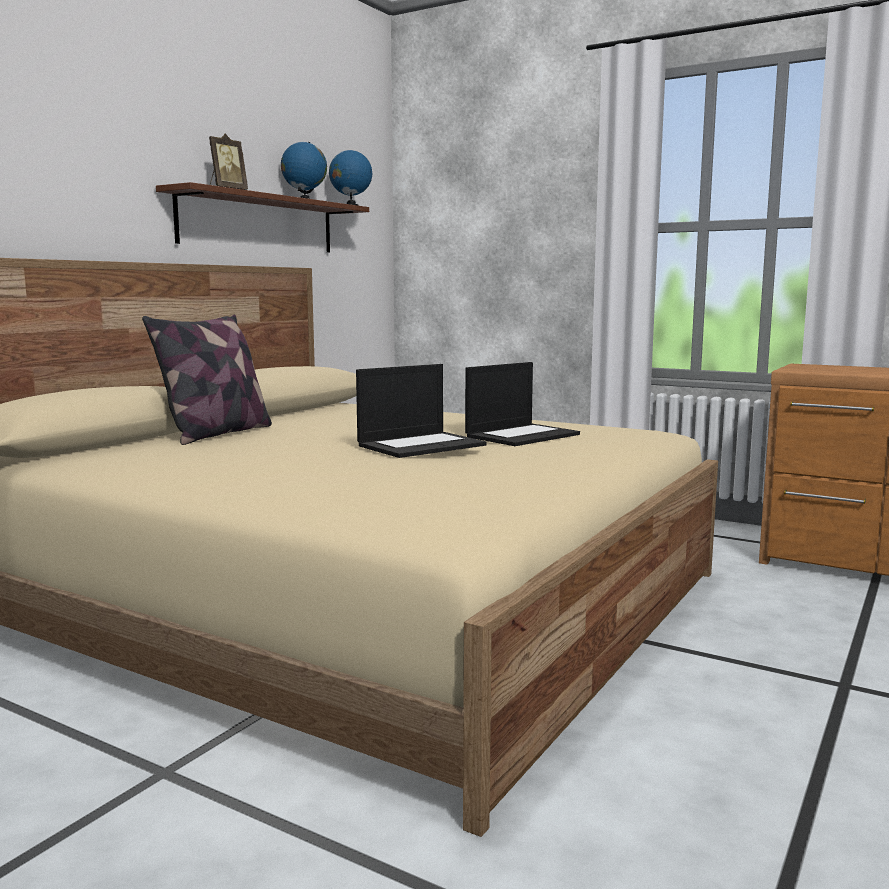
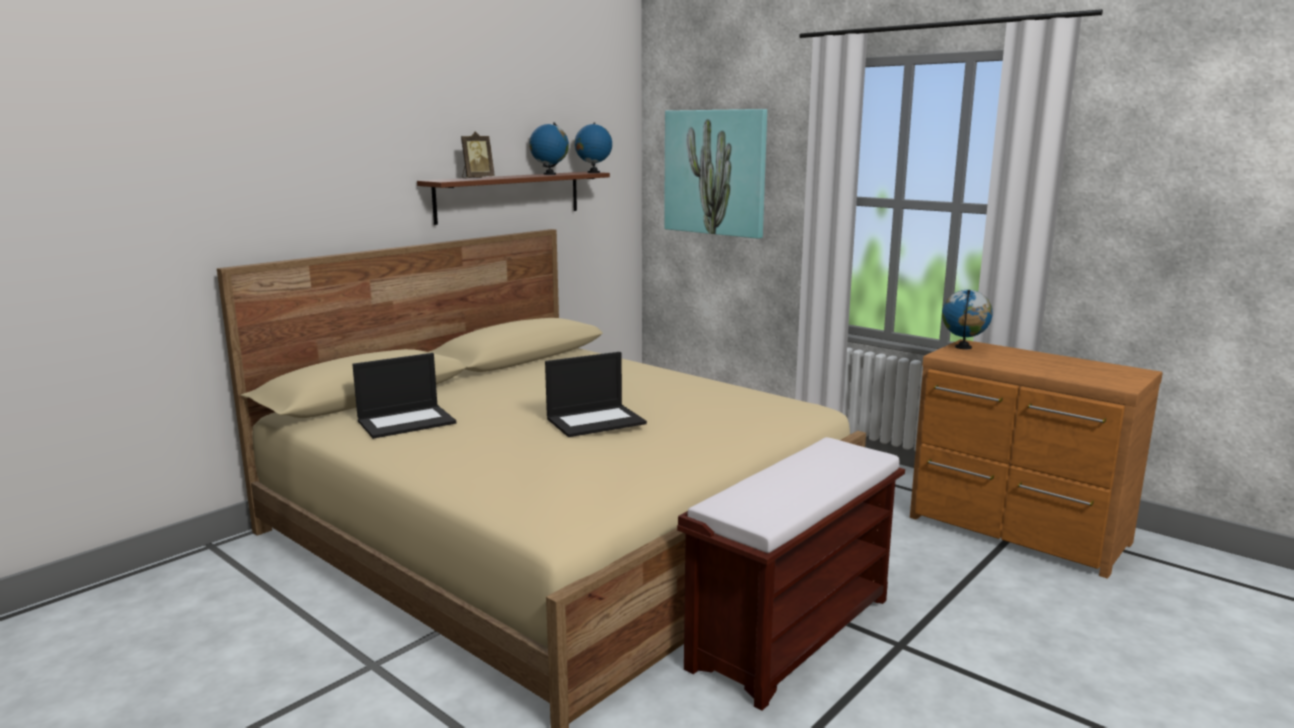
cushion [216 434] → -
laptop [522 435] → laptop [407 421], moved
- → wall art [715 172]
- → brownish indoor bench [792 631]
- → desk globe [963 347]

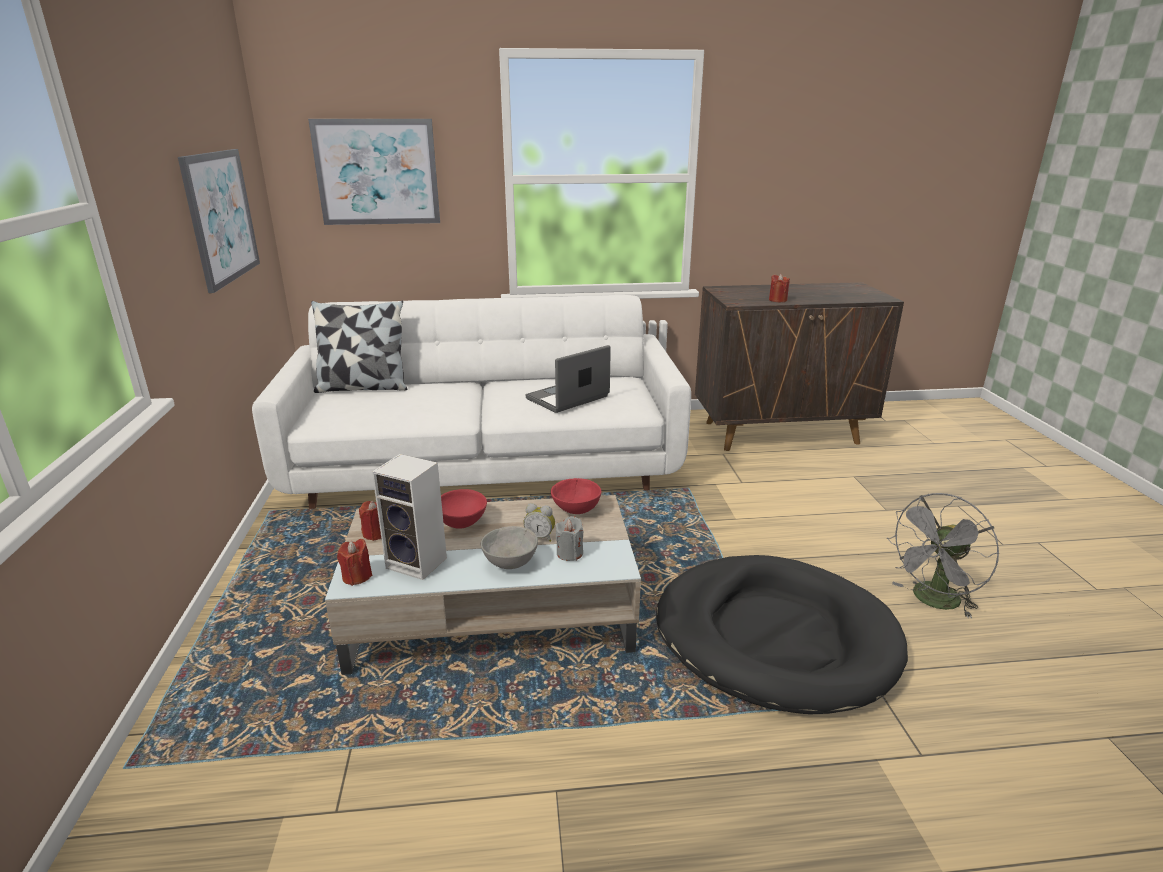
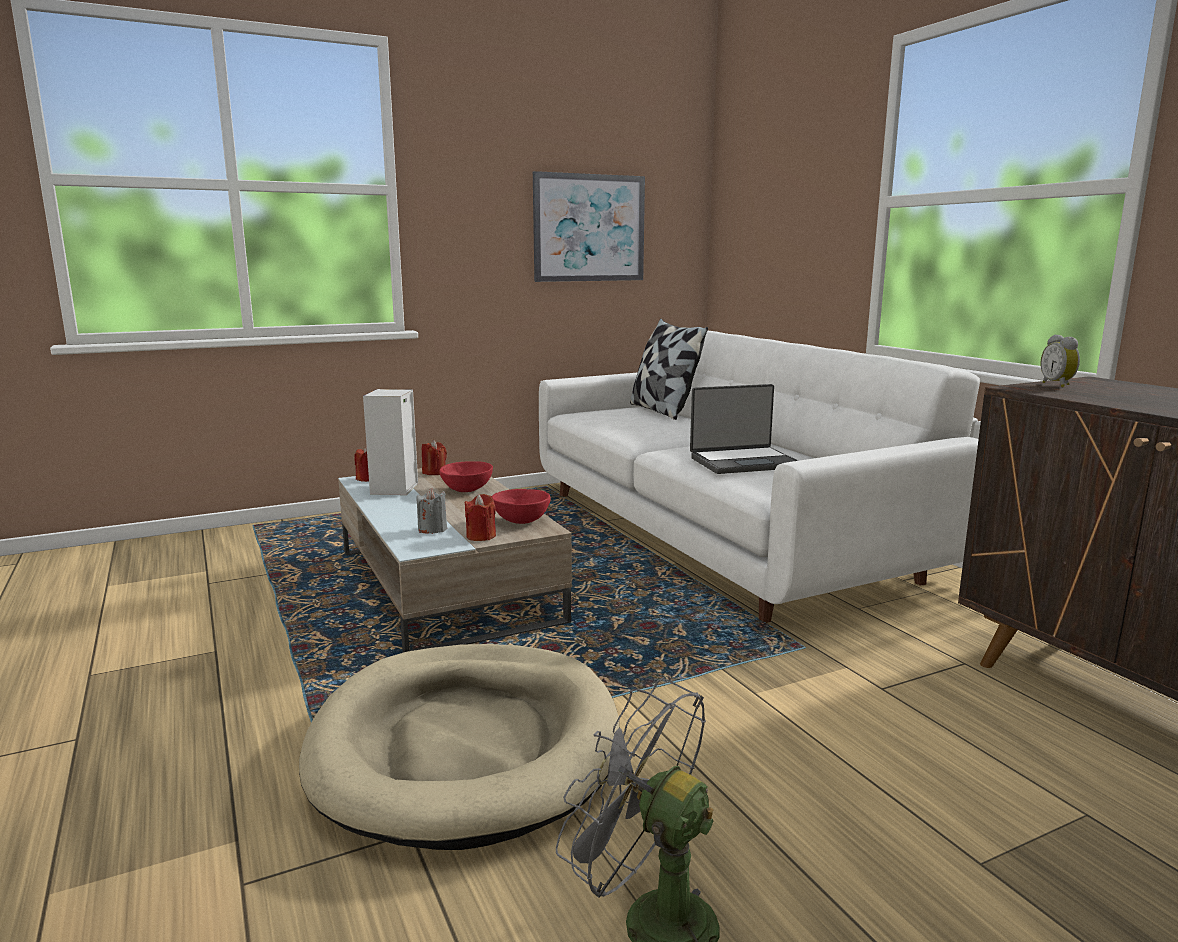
wall art [377 172] → -
greyish serving bowl [509 563] → -
bedside clock [540 537] → bedside clock [1058 385], moved
laptop [568 398] → laptop [743 462], 135 degrees clockwise
black pet bed [774 637] → beige pet bed [467 746]
red-coloured wax candle [777 300] → red-coloured wax candle [481 536], moved

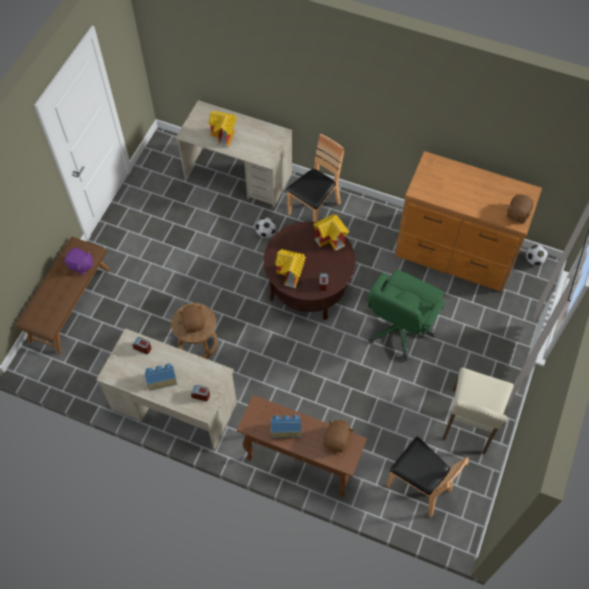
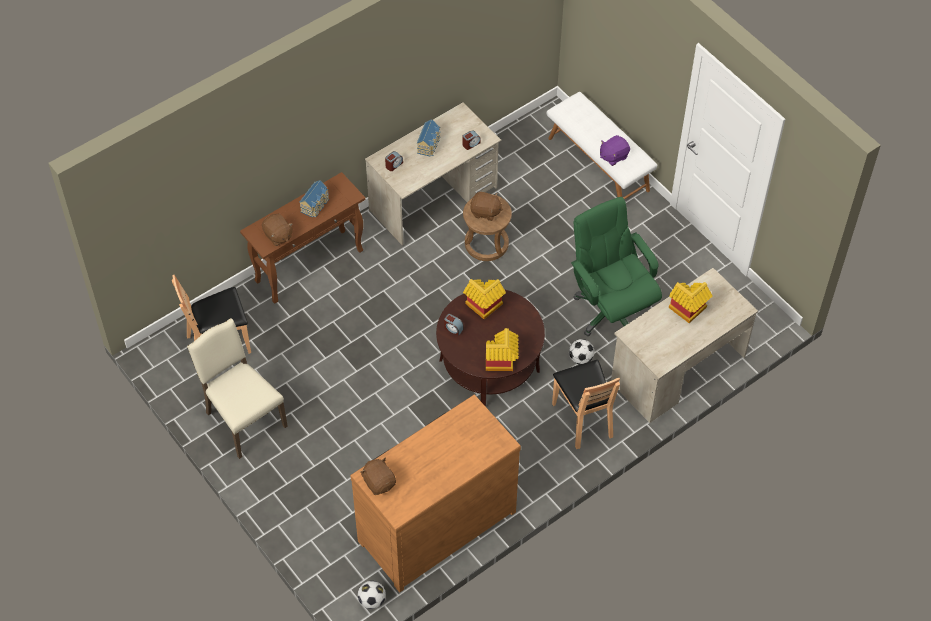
brownish indoor bench [69 304] → whitish indoor bench [599 164]
green-coloured computer chair [399 330] → green-coloured computer chair [610 310], moved

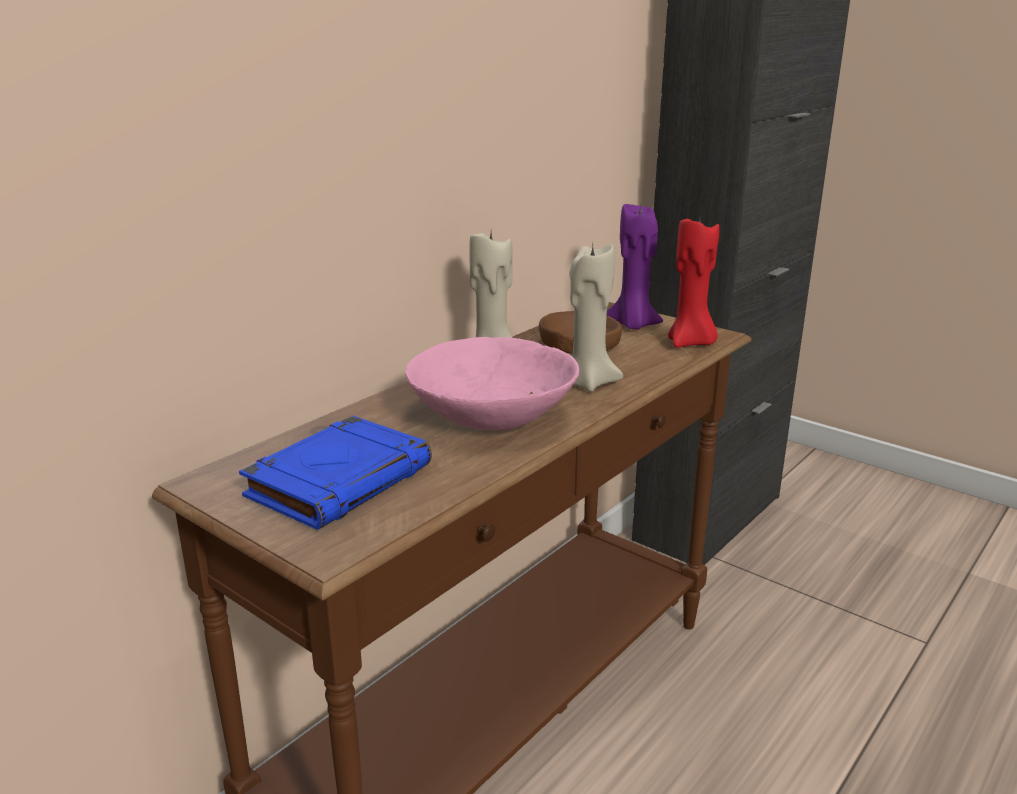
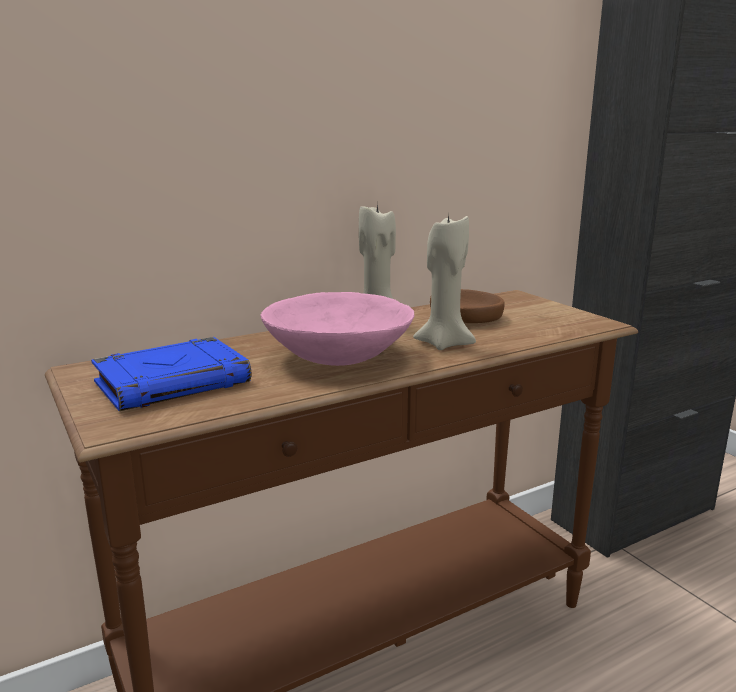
purplish wax candle [633 325] → -
red-coloured wax candle [690 343] → -

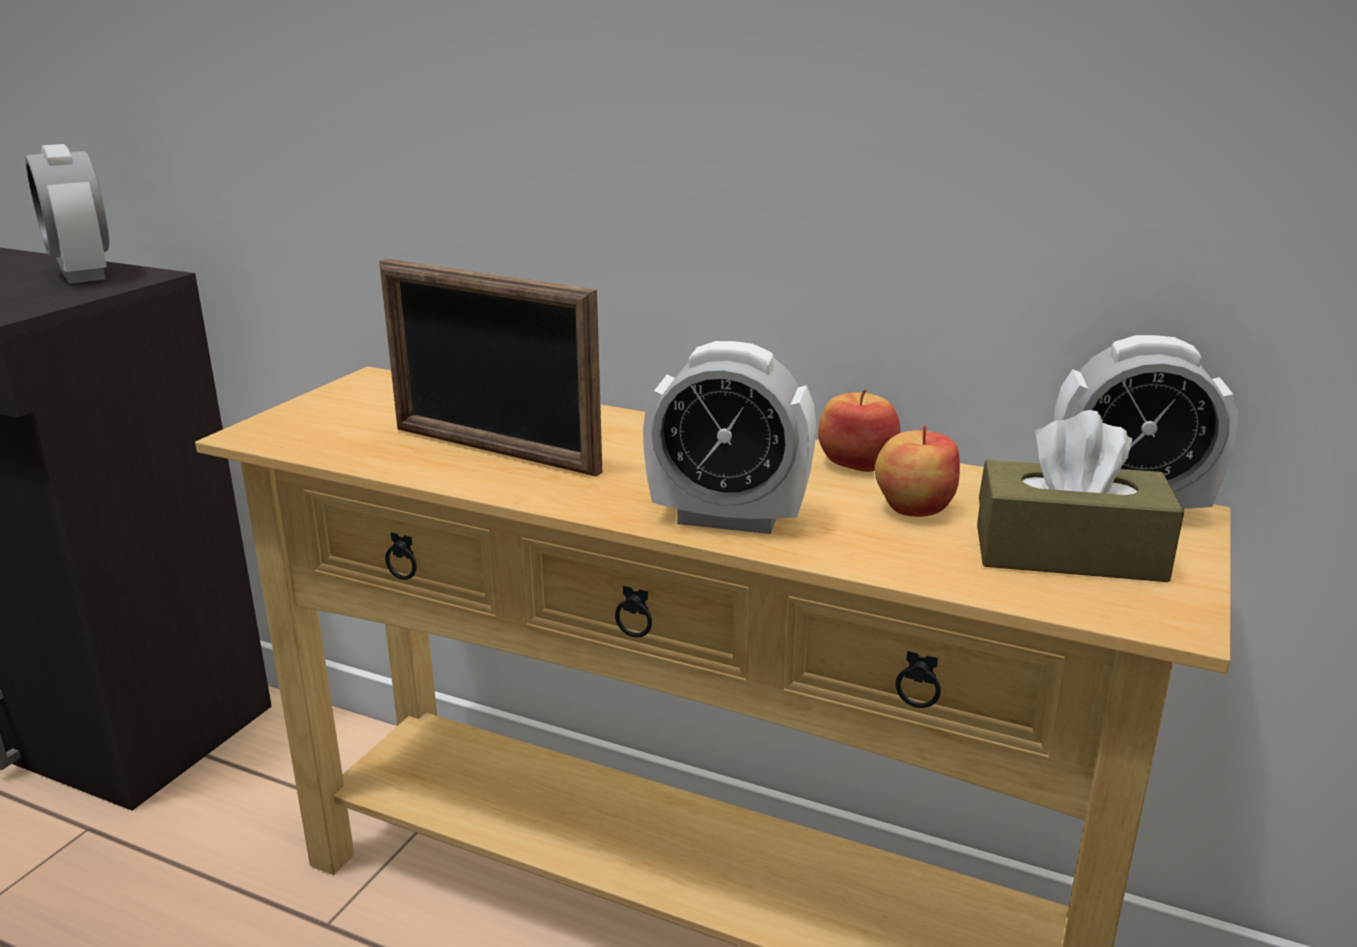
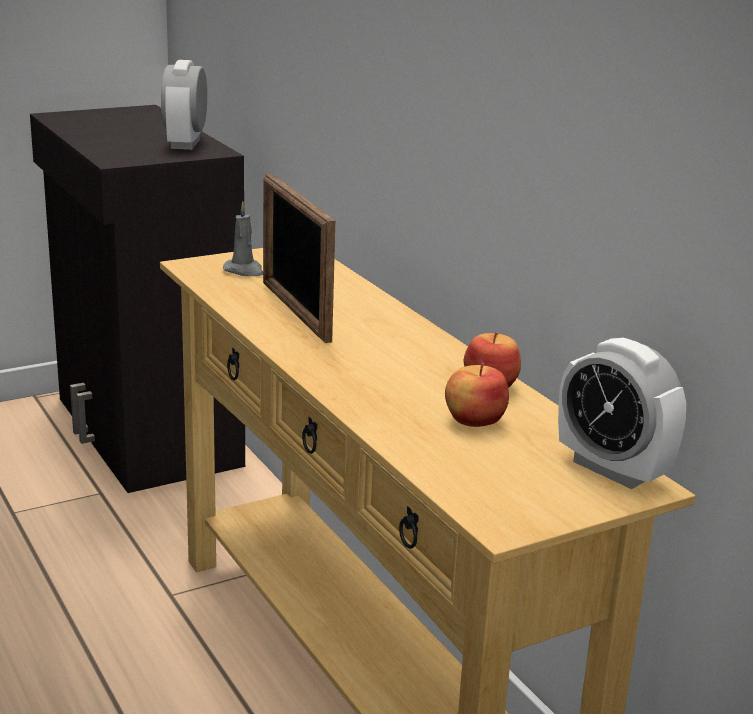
bedside clock [728 518] → -
brownish tissue box [1068 553] → -
- → greyish wax candle [244 271]

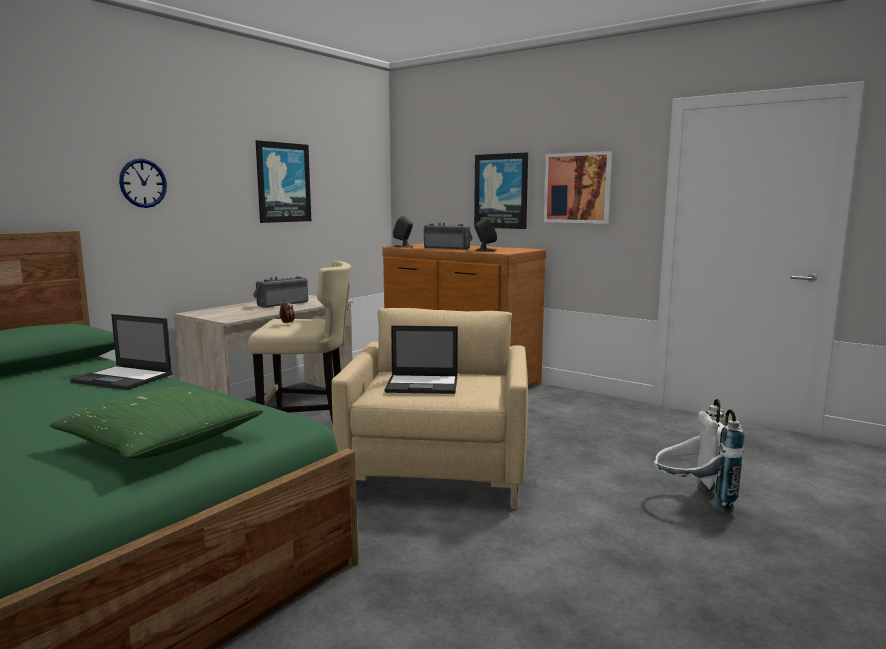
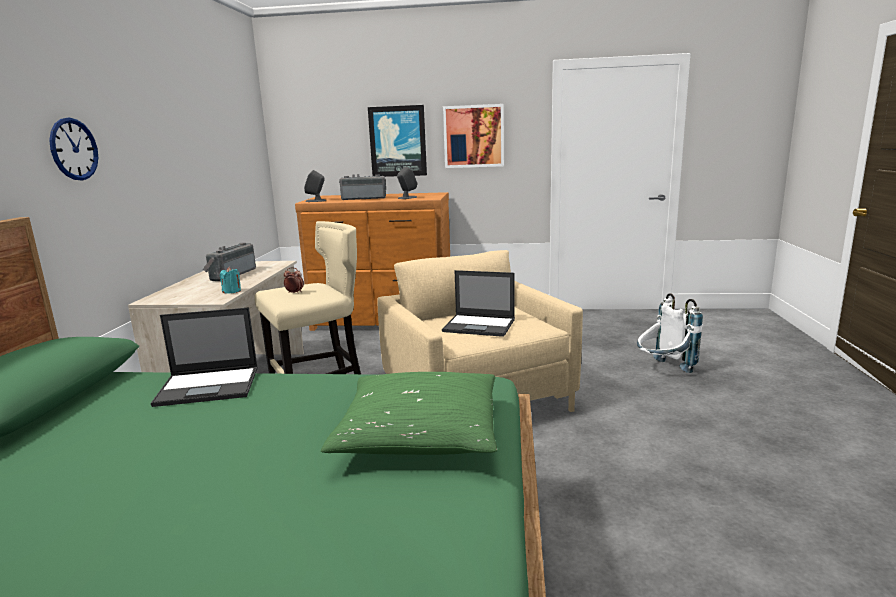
wall art [283 182] → -
laptop [423 385] → laptop [480 326], 45 degrees clockwise
- → blue-green wax candle [232 291]

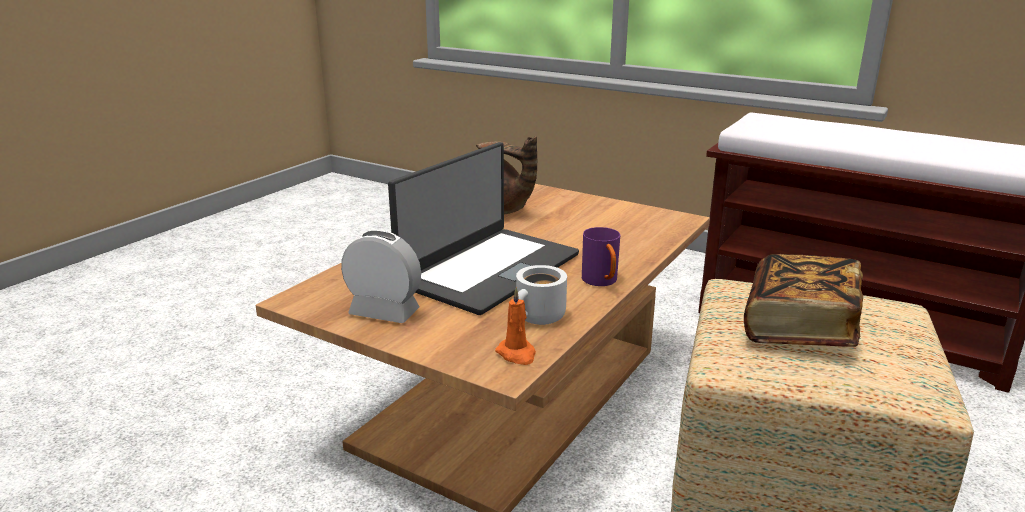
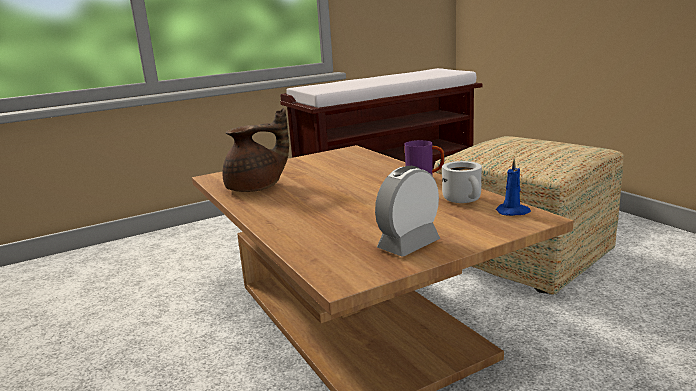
laptop [488 269] → -
orange wax candle [517 354] → blue wax candle [513 212]
volume [799 327] → -

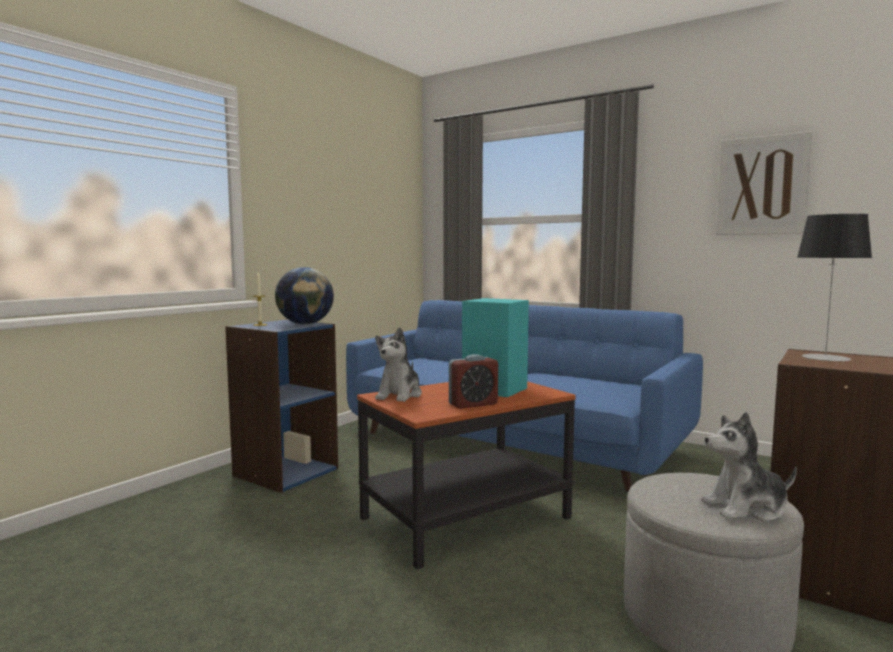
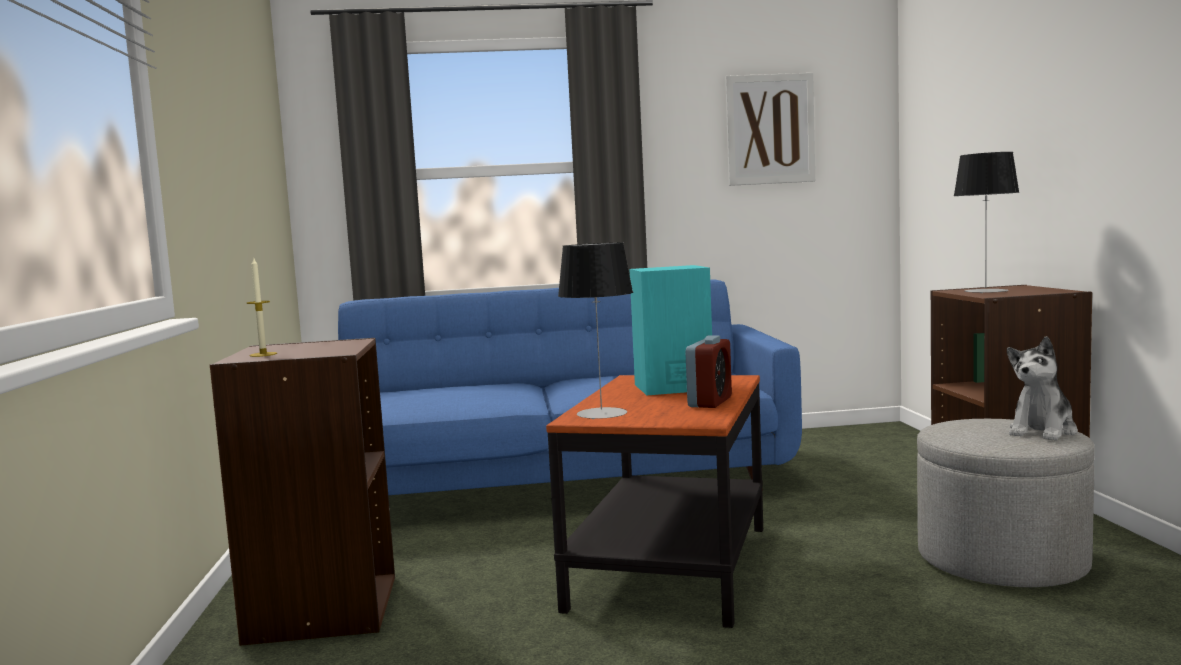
blue bookshelf [285 472] → brownish bookshelf [321 609]
desk globe [305 324] → -
cuddly toy [399 395] → table lamp [601 413]

